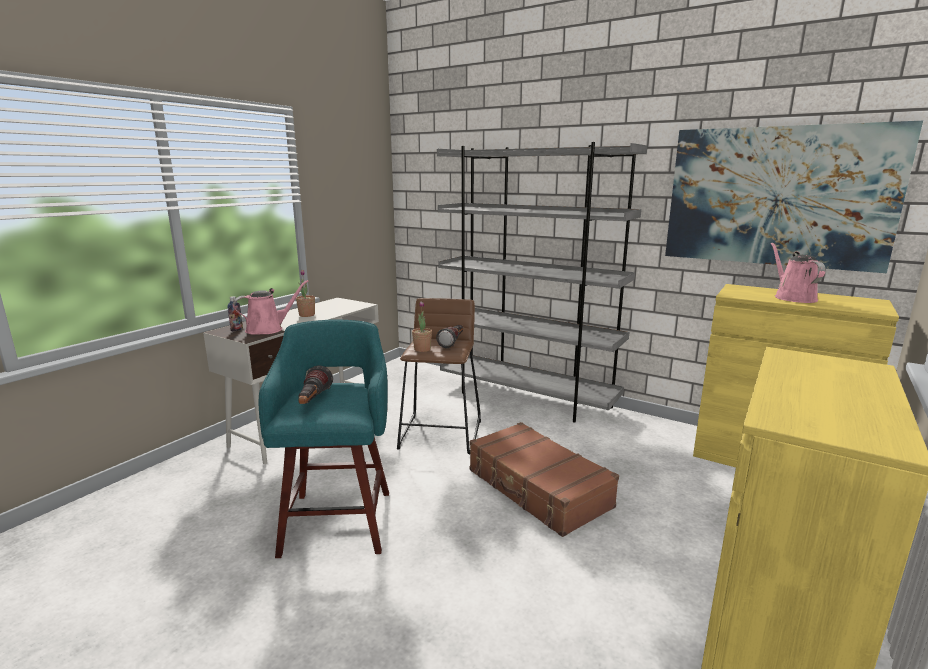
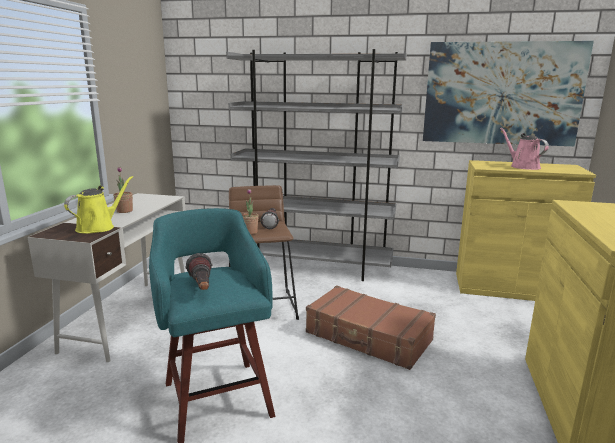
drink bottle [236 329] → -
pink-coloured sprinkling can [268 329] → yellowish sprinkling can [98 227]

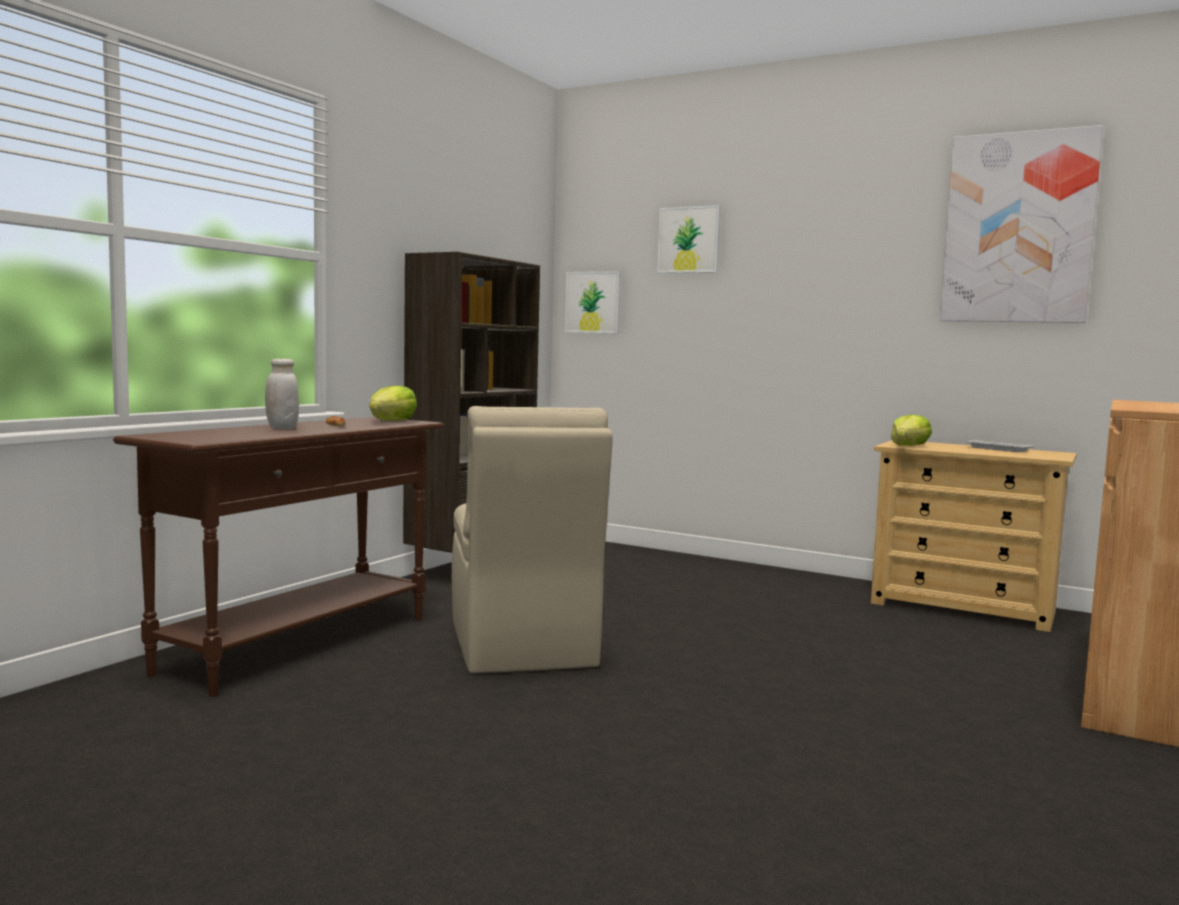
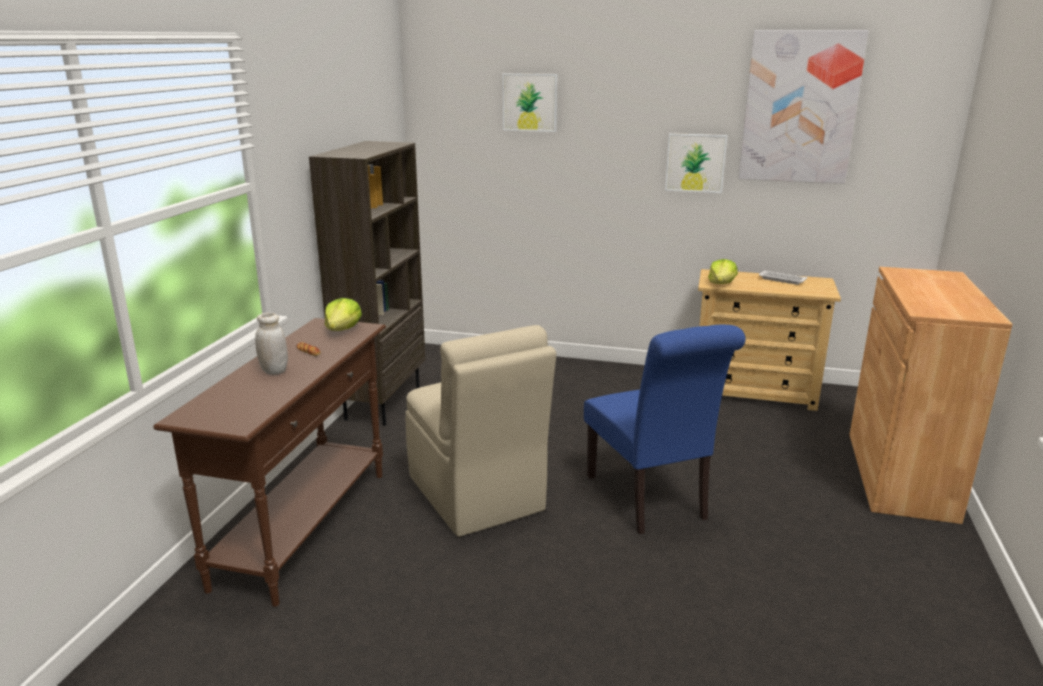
wall art [593 302] → wall art [695 163], moved
- → blue chair [650 501]

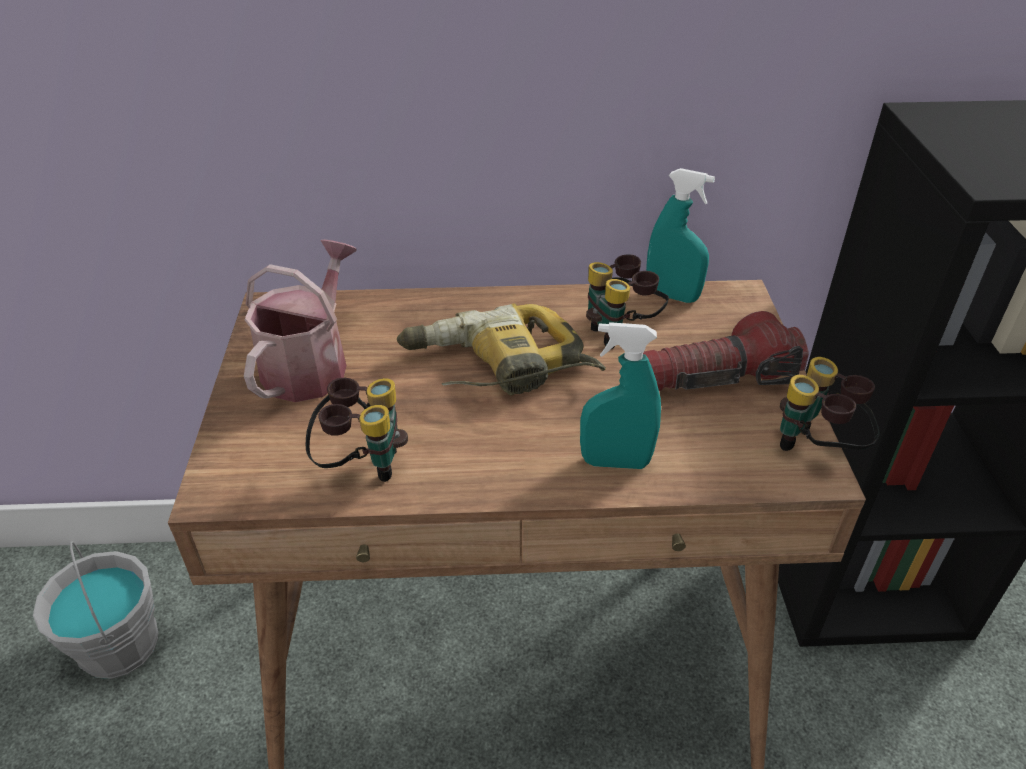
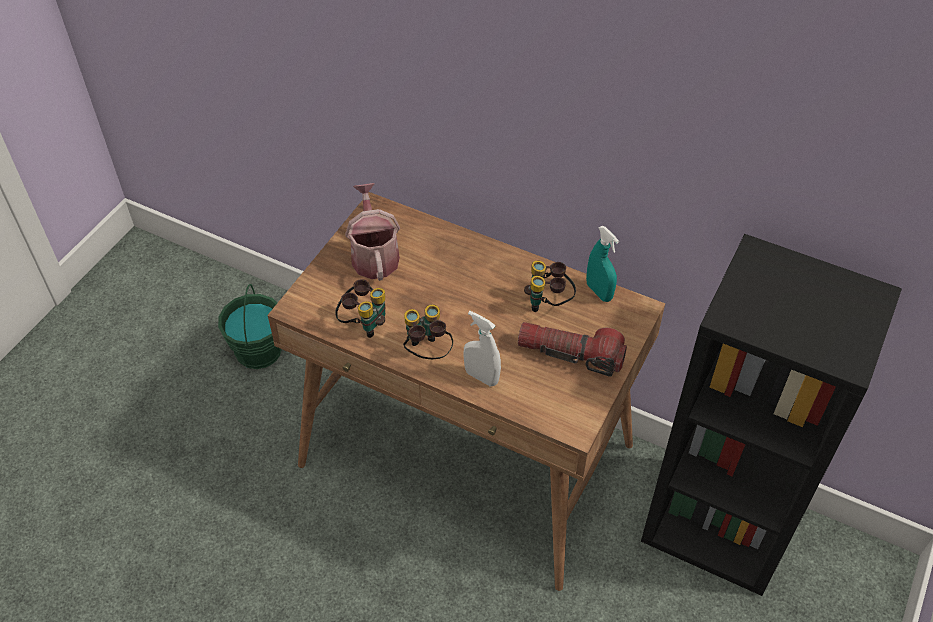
greyish pail [120 645] → green-coloured pail [259 351]
sprinkling can [310 364] → sprinkling can [374 255], 60 degrees counterclockwise
electric drill [497 367] → -
blue-green sprayer [615 462] → whitish sprayer [481 377]
binoculars [816 451] → binoculars [426 352], moved

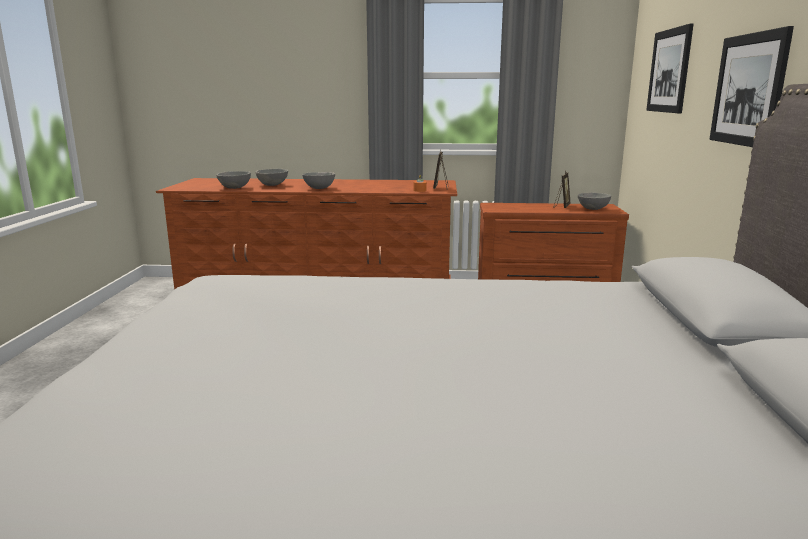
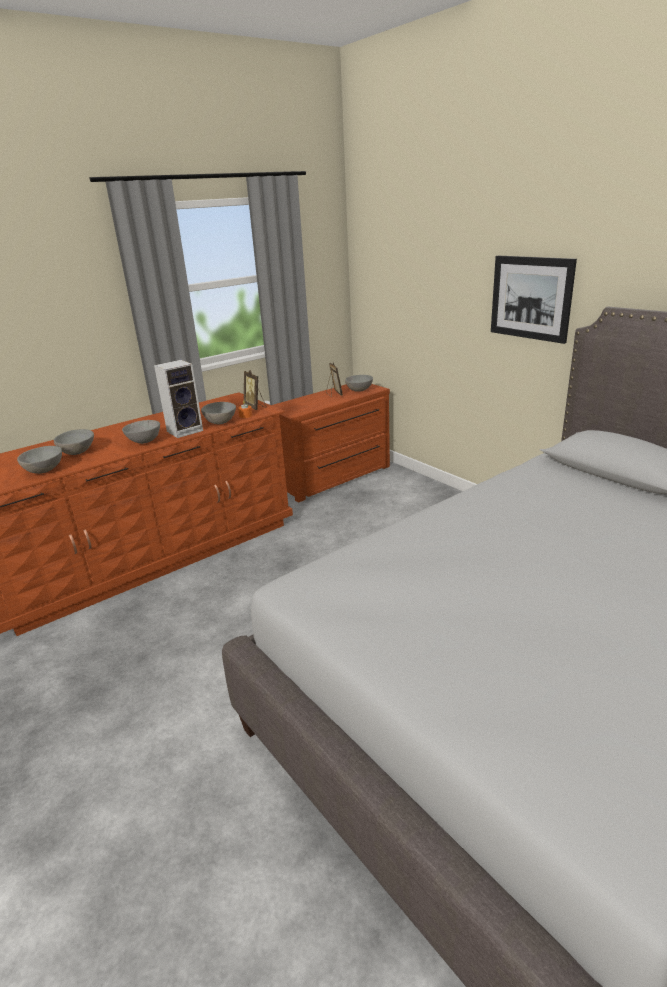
wall art [669 71] → -
- → audio speaker [186 430]
- → greyish serving bowl [221 422]

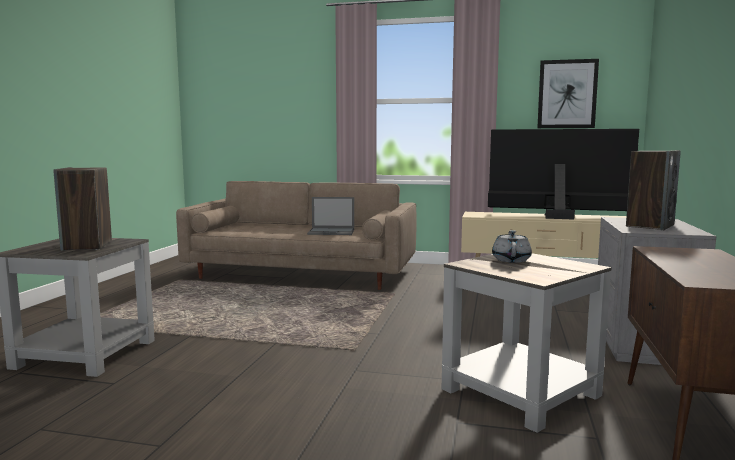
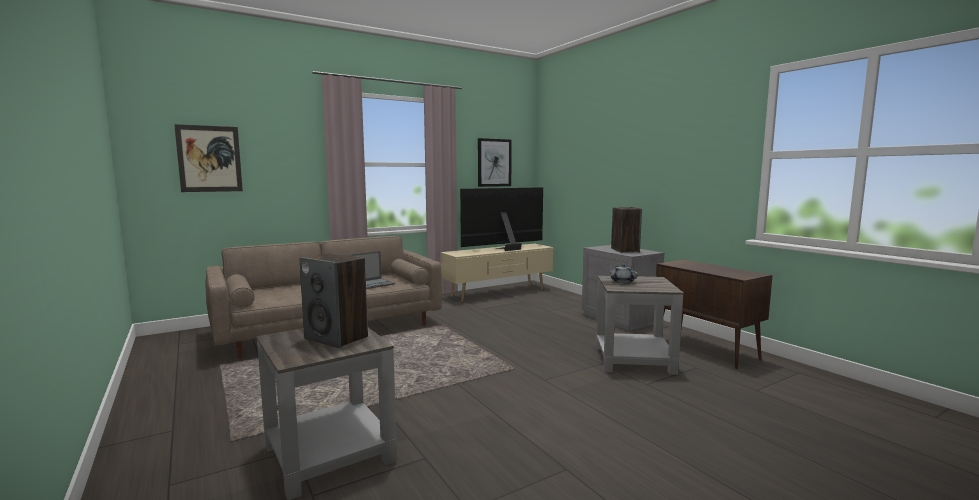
- → wall art [209 159]

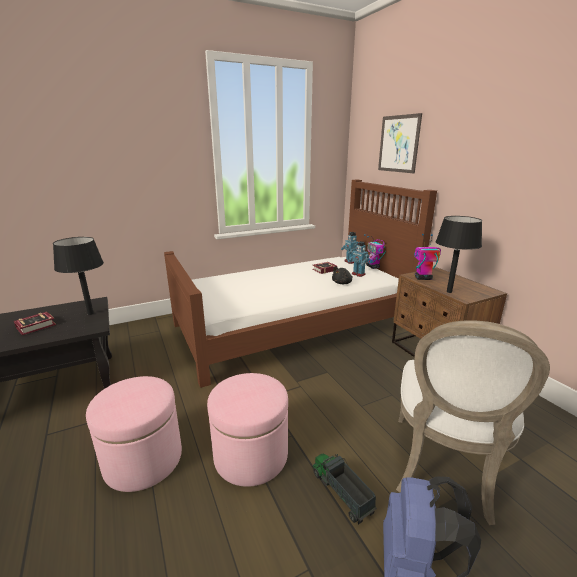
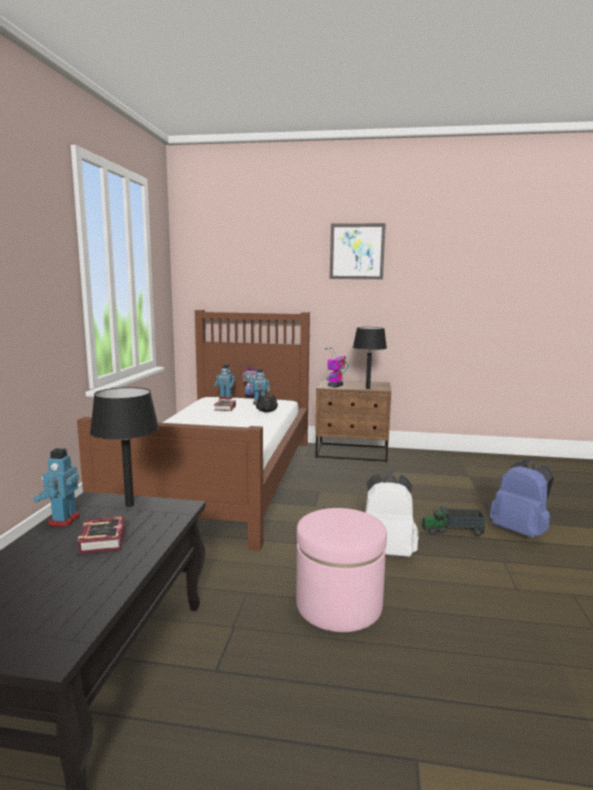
pink-coloured ottoman [251 455] → whitish rucksack [386 551]
wall art [398 144] → wall art [357 251], moved
whitish chair [444 470] → -
- → model robot [63 520]

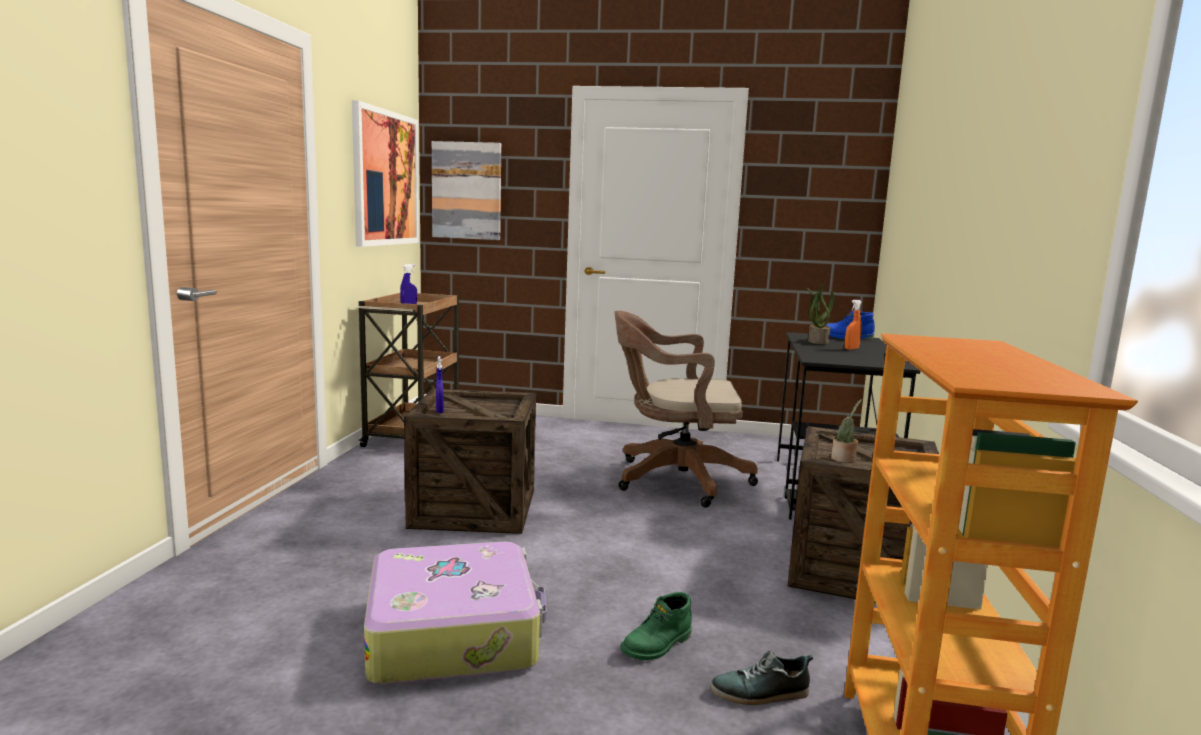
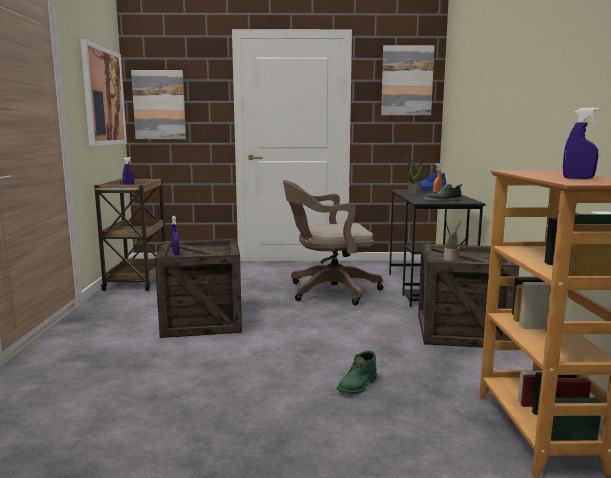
piece of luggage [454 632] → -
item of footwear [760 693] → item of footwear [443 200], moved
- → wall art [406 81]
- → blue sprayer [578 178]

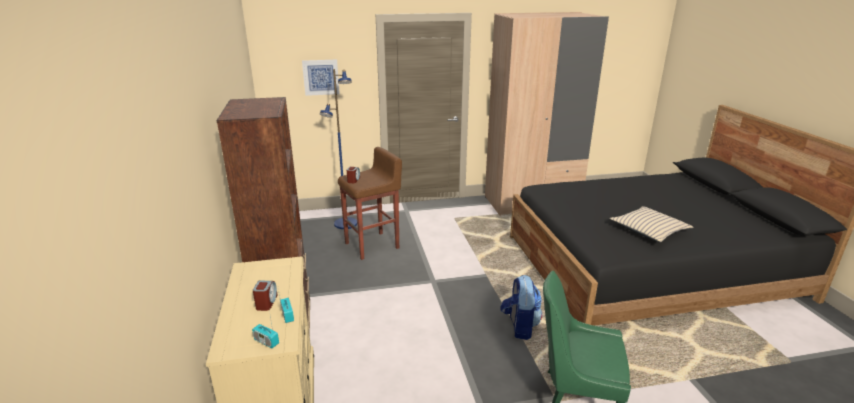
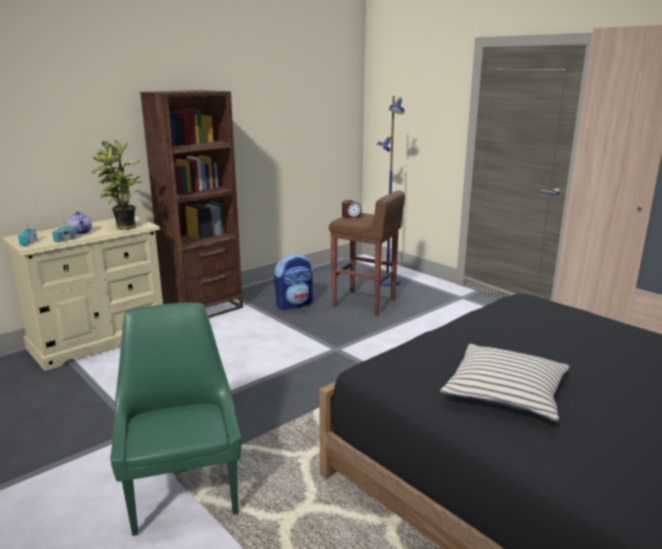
bedside clock [266 302] → tea pot [81 232]
wall art [321 77] → -
rucksack [519 326] → rucksack [294 304], moved
- → potted plant [125 227]

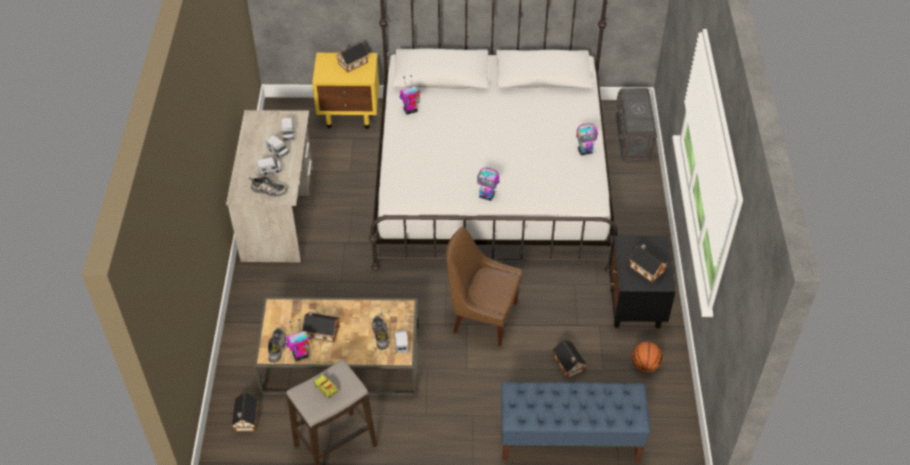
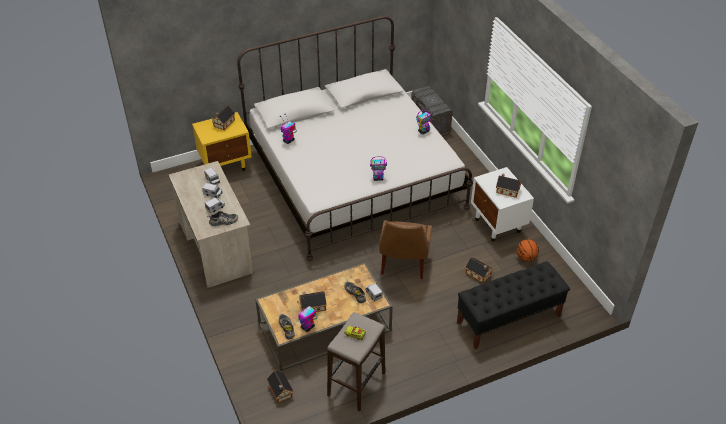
brownish chair [482 317] → brownish chair [403 265], 75 degrees counterclockwise
blue indoor bench [569 439] → black indoor bench [508 319]
black bedside table [635 309] → whitish bedside table [498 225]

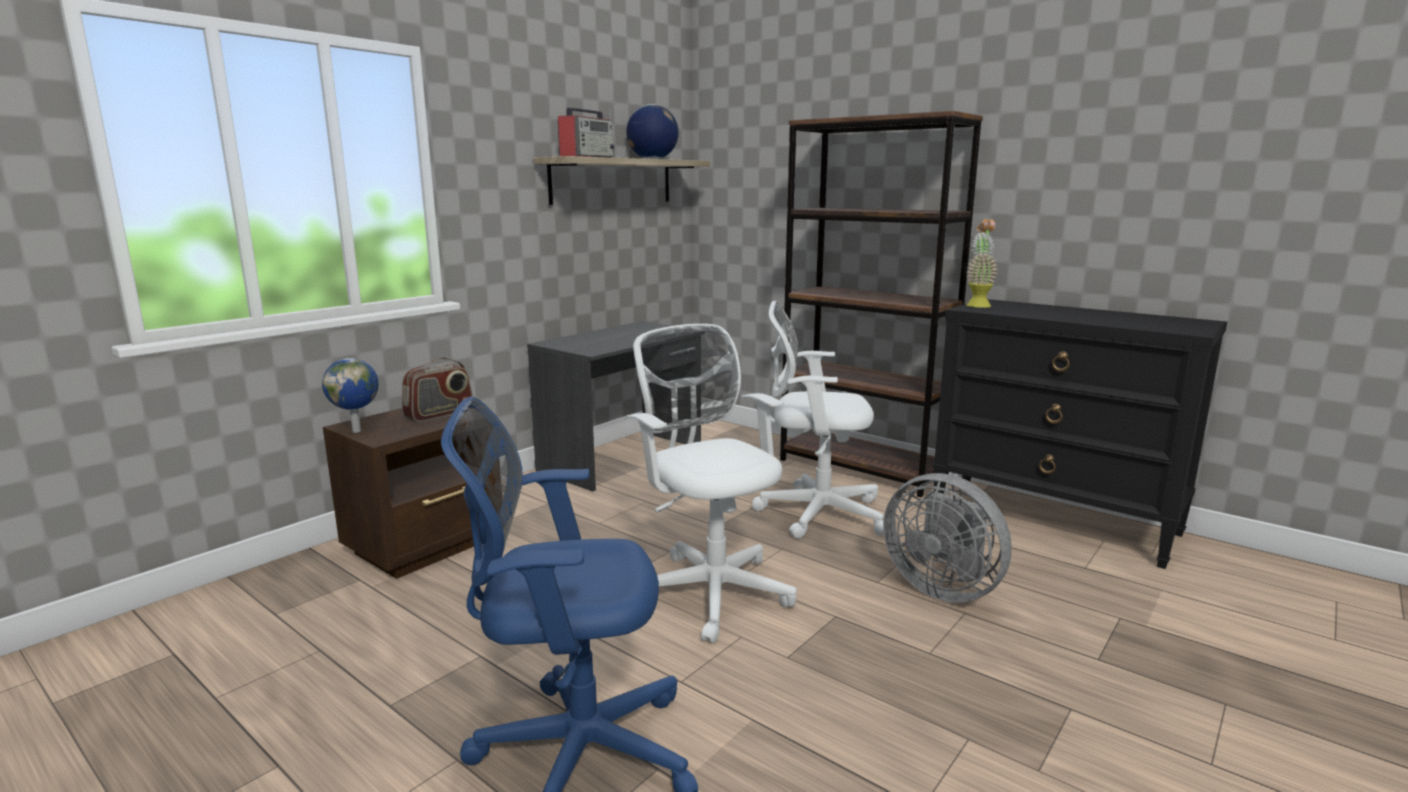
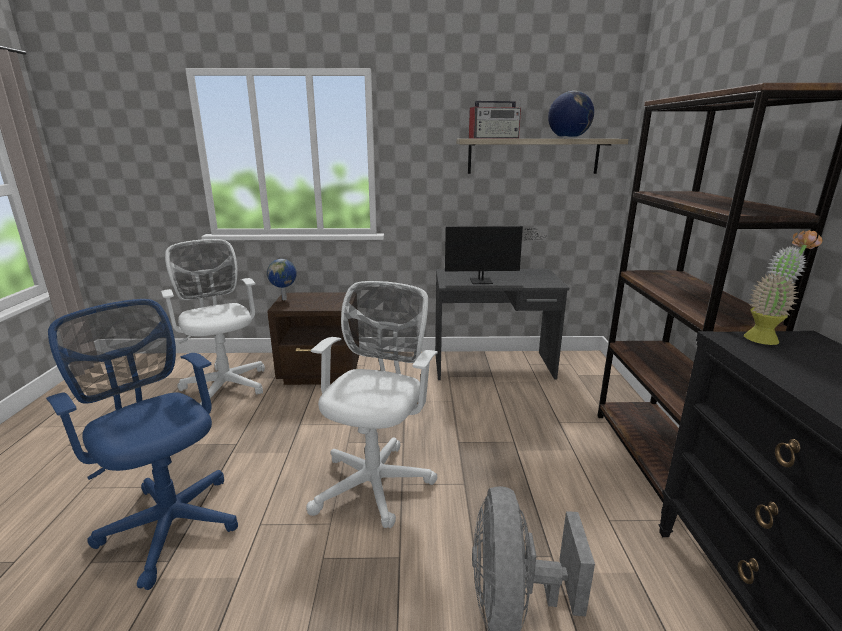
radio receiver [439 414] → -
whitish computer chair [815 513] → whitish computer chair [225 384], moved
- → computer display [485 281]

